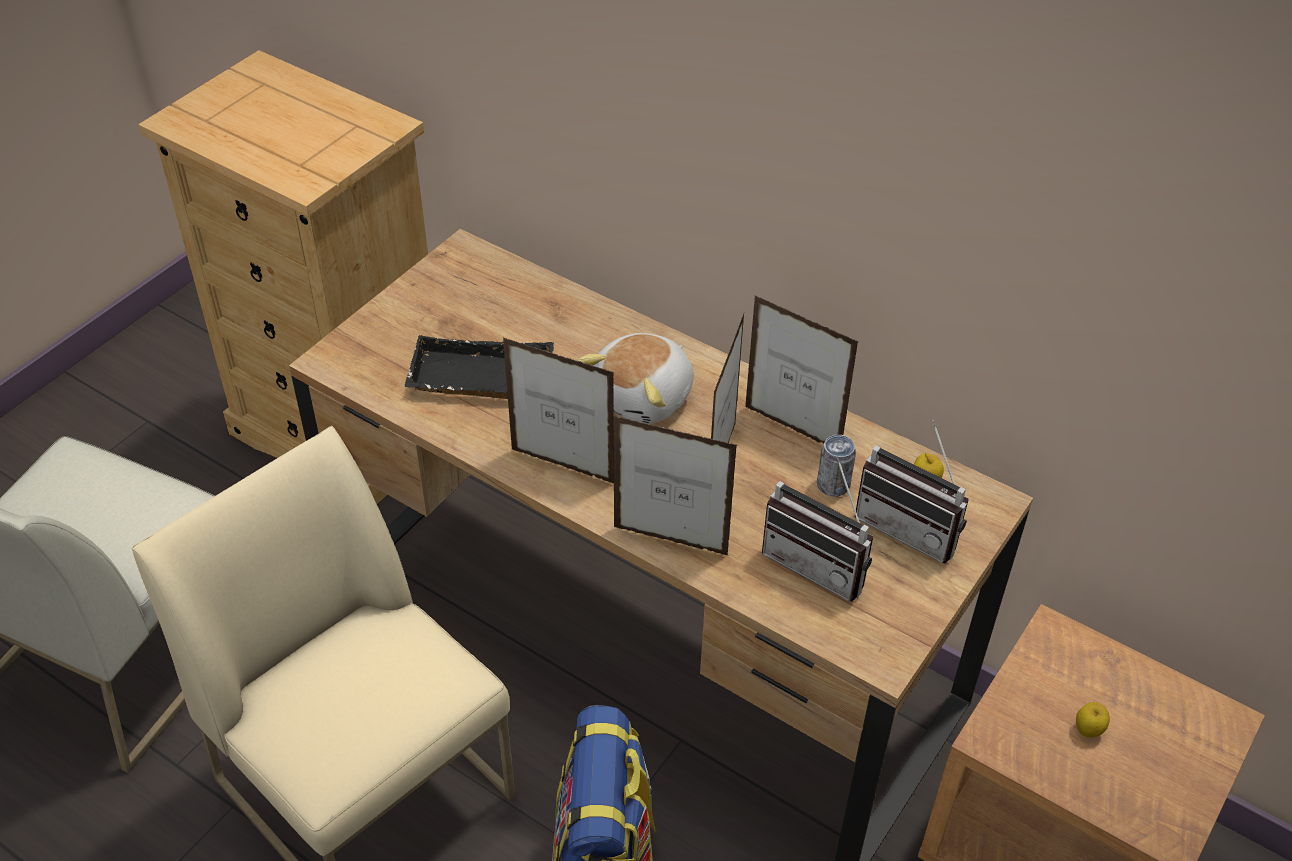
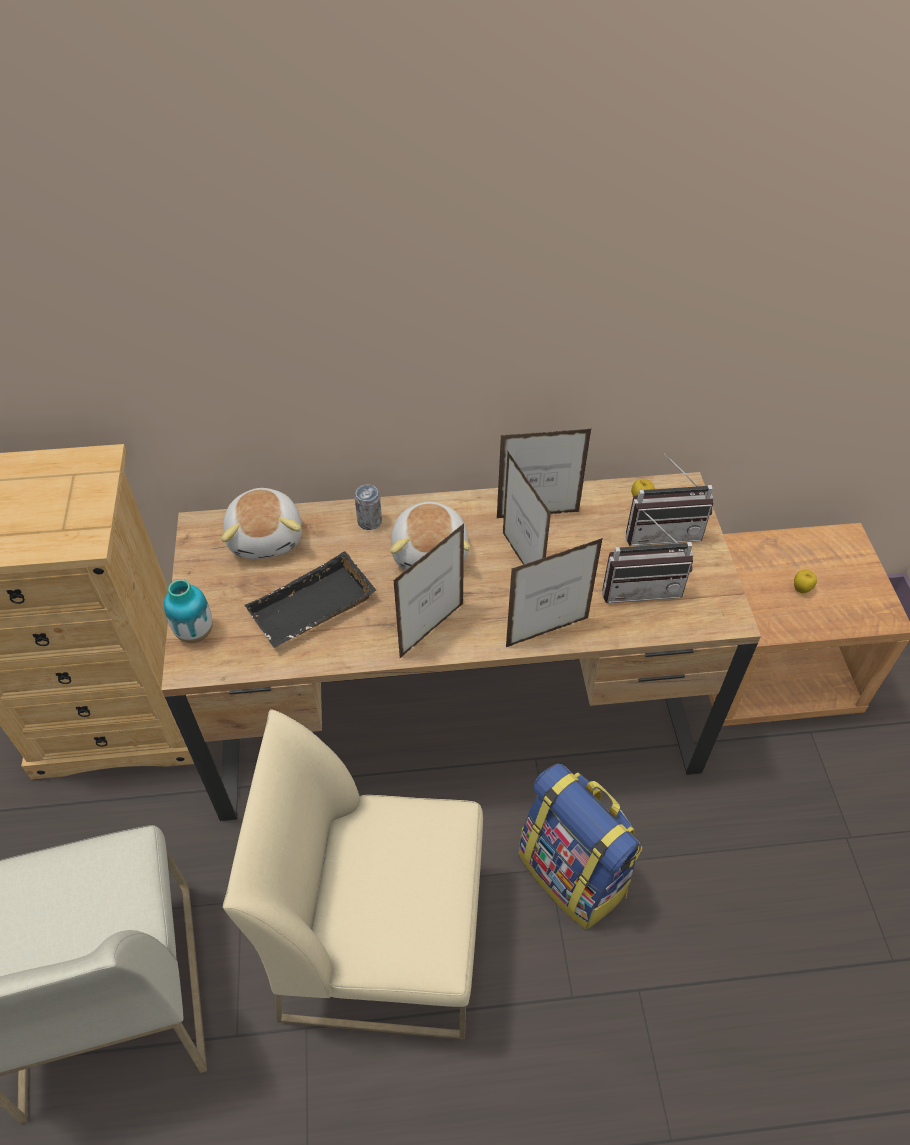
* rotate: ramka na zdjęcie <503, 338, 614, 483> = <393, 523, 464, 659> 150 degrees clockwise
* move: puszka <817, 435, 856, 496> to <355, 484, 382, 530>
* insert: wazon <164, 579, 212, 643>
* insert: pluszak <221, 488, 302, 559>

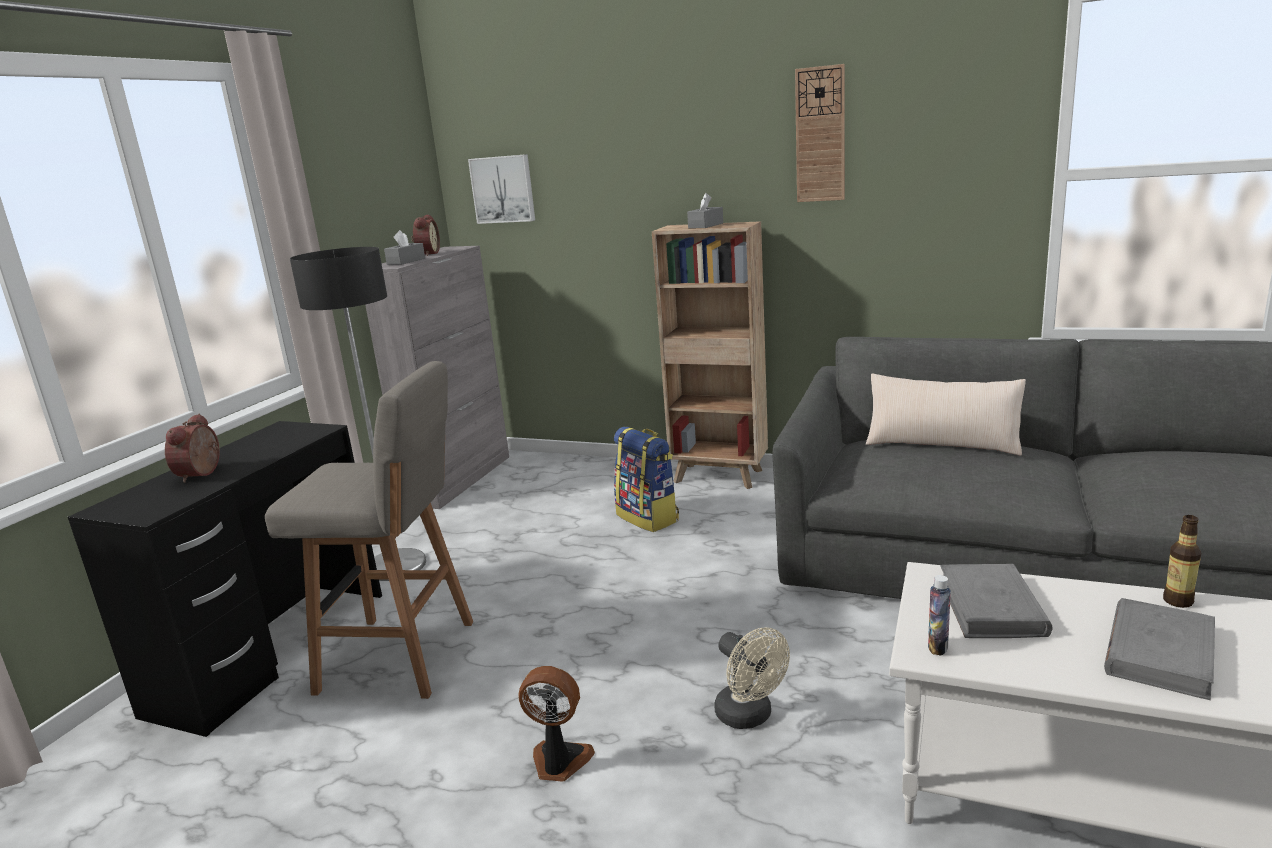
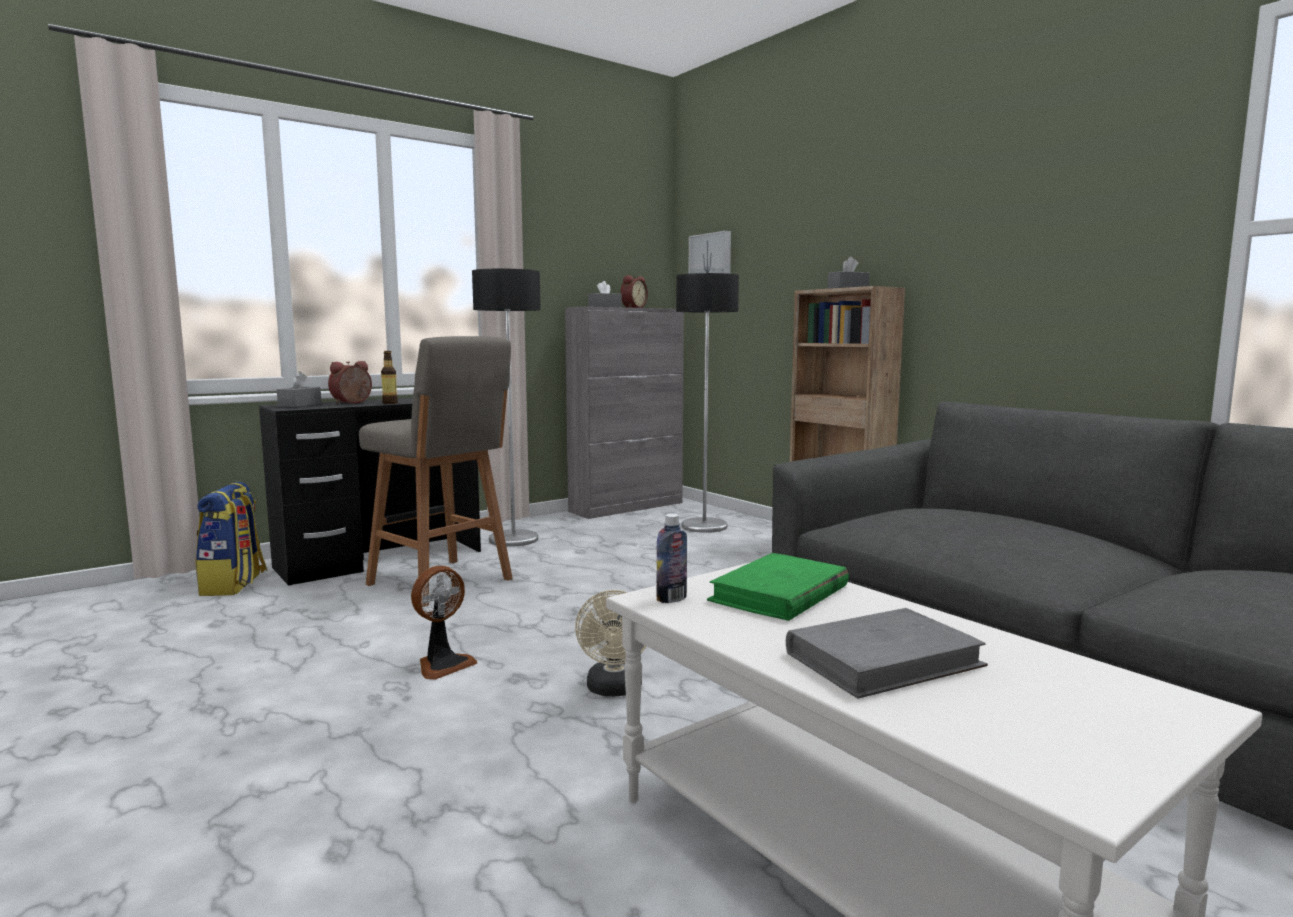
* rotate: wentylator <519, 666, 595, 782> = <411, 566, 477, 680> 90 degrees clockwise
* move: plecak <614, 427, 679, 532> to <195, 482, 268, 596>
* delete: zegar ścienny <795, 64, 845, 202>
* delete: poduszka [beżowy] <866, 374, 1026, 456>
* recolor: książka [szary] <940, 564, 1053, 638> to książka [zielony] <707, 553, 849, 621>
* move: butelka <1163, 515, 1202, 608> to <381, 351, 398, 404>
* insert: pudełko chusteczek [szary] <277, 371, 322, 407>
* insert: lampa stojąca <676, 273, 739, 533>

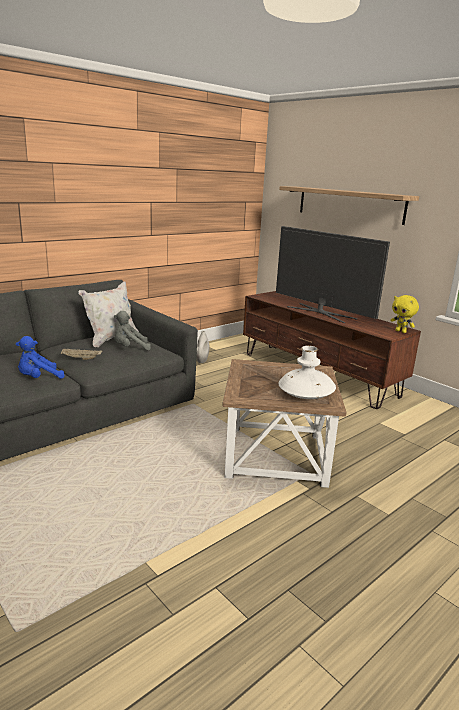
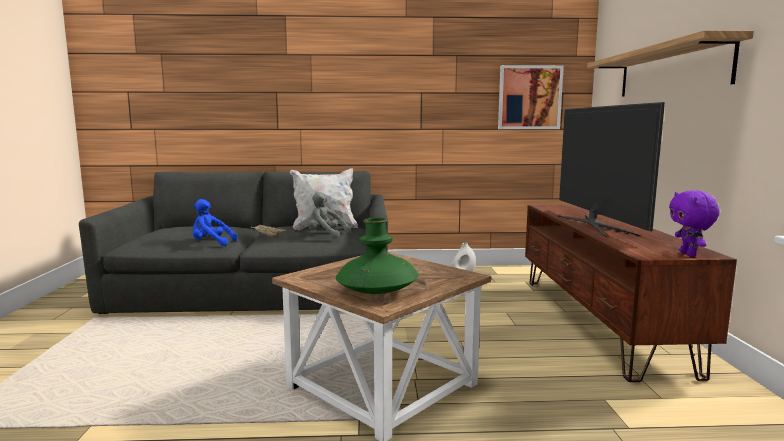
* recolor: wazon [biały] <278, 346, 336, 399> to wazon [zielony] <336, 218, 419, 294>
* recolor: pluszak [żółty] <391, 295, 419, 333> to pluszak [fioletowy] <669, 190, 719, 257>
* insert: obraz <498, 65, 564, 129>

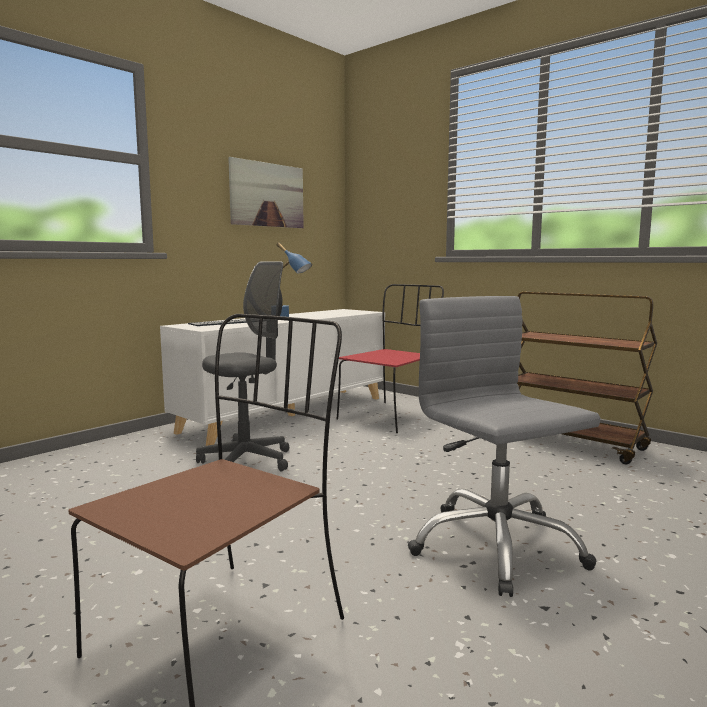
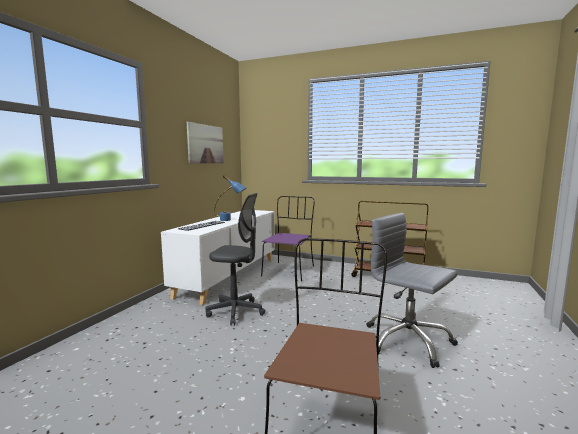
* rotate: krzesło biurowe [szary] <196, 261, 289, 471> = <205, 193, 265, 326> 75 degrees clockwise
* recolor: krzesło [czerwony] <337, 284, 444, 433> to krzesło [fioletowy] <261, 196, 315, 282>

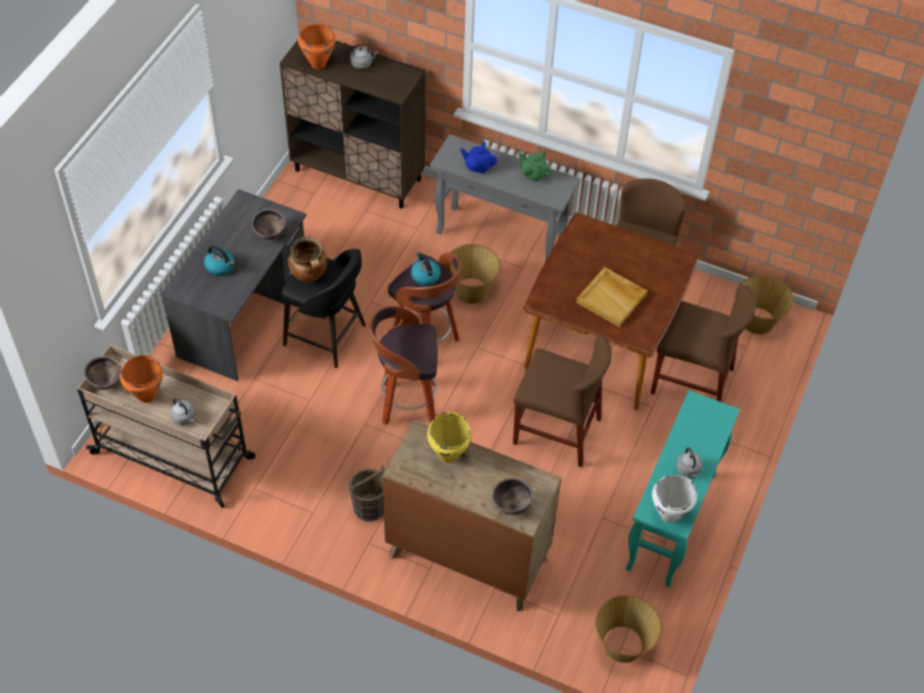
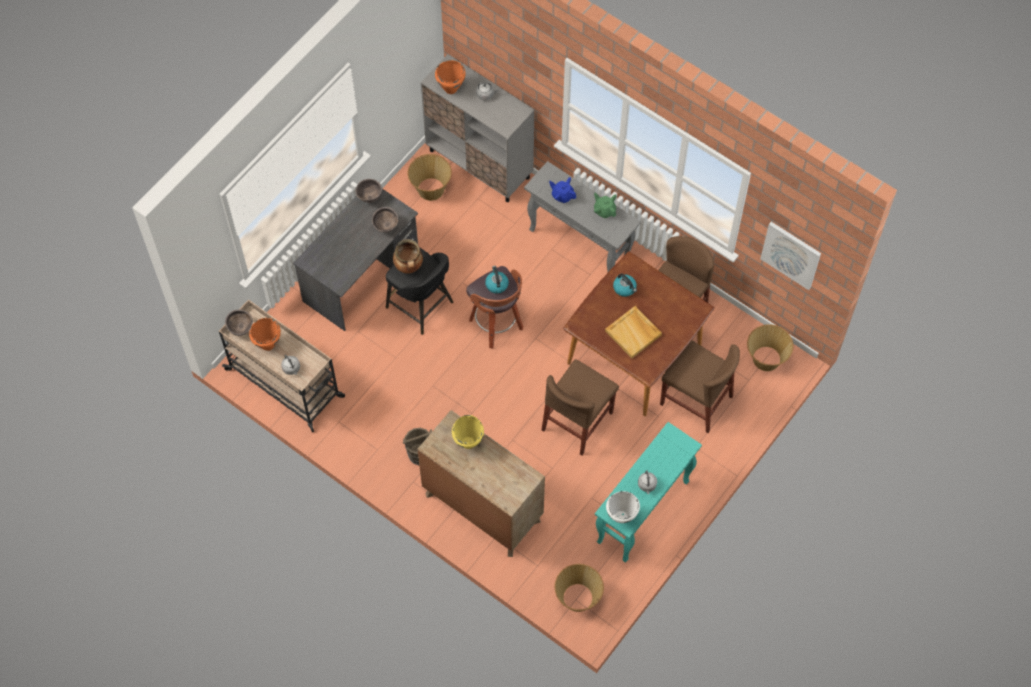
* move: czajnik <204, 245, 234, 276> to <613, 273, 637, 297>
* recolor: szafka [brązowy] <280, 40, 425, 209> to szafka [szary] <421, 54, 535, 202>
* delete: stołek <369, 306, 438, 425>
* move: koszyk <450, 244, 501, 304> to <408, 154, 452, 201>
* move: miska [brązowy] <492, 478, 534, 515> to <355, 179, 382, 203>
* rotate: krzesło [brązowy] <513, 336, 612, 467> = <542, 359, 619, 455> 90 degrees clockwise
* insert: obraz <760, 222, 821, 290>

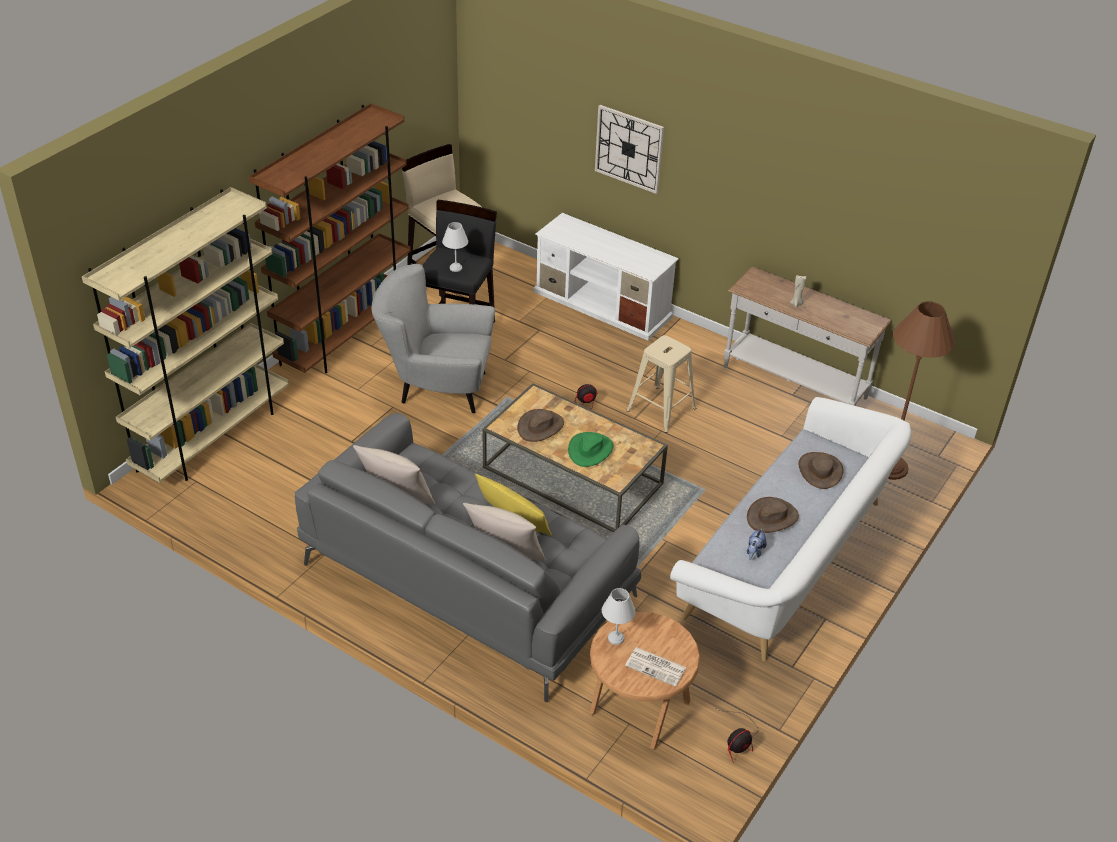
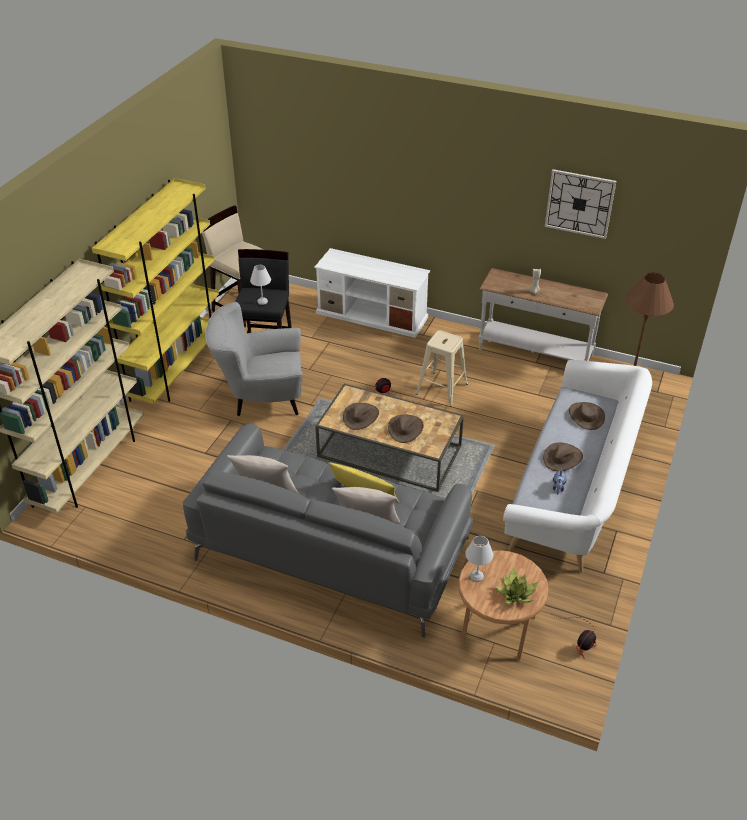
* recolor: regał [brązowy] <248, 103, 411, 373> to regał [żółty] <92, 178, 219, 404>
* recolor: kapelusz [zielony] <568, 432, 614, 467> to kapelusz [brązowy] <388, 414, 424, 443>
* move: zegar ścienny <595, 105, 664, 194> to <545, 169, 616, 239>
* replace: gazeta <625, 647, 687, 687> to roślina doniczkowa <495, 568, 538, 604>

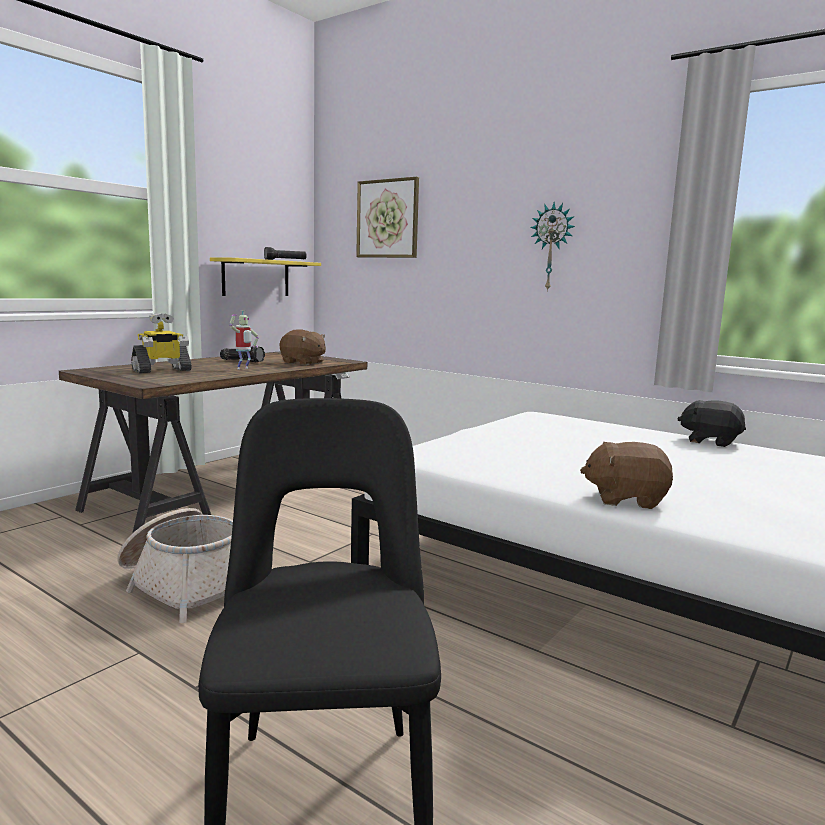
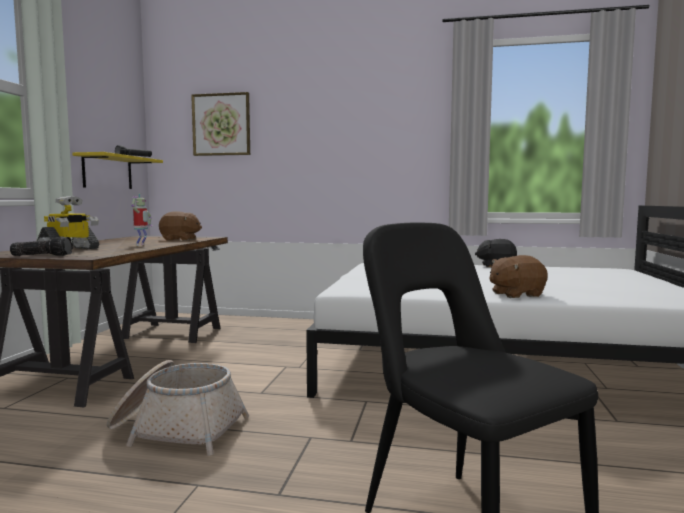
* move: latarka <220, 346, 265, 362> to <10, 236, 73, 256>
* delete: zegar ścienny <530, 202, 575, 292>

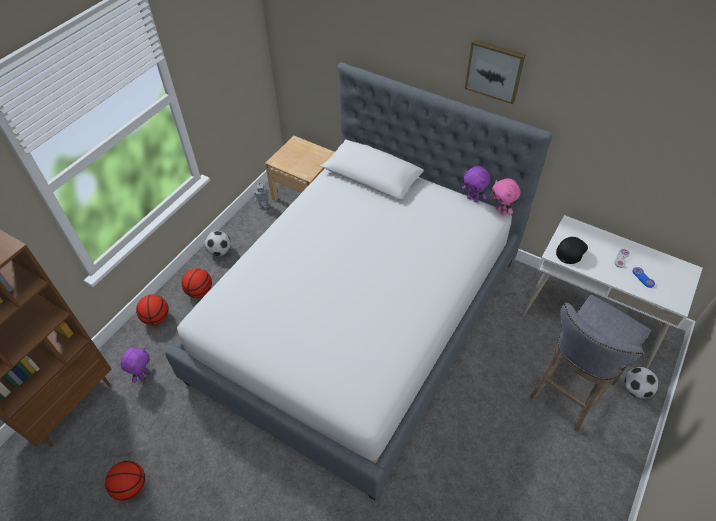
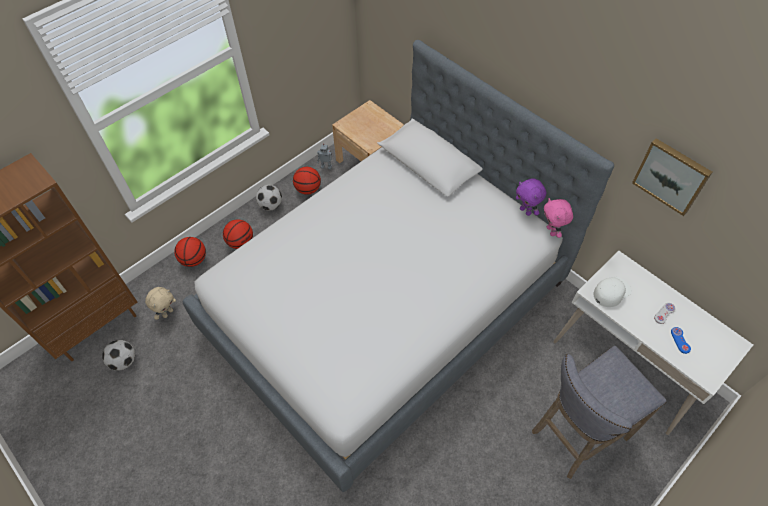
* move: piłka do koszykówki <105, 461, 145, 501> to <293, 167, 321, 195>
* recolor: pluszak [fioletowy] <121, 348, 150, 383> to pluszak [beżowy] <145, 287, 176, 320>
* move: obraz <465, 39, 526, 104> to <632, 138, 712, 216>
* recolor: czapka z daszkiem [czarny] <556, 237, 588, 264> to czapka z daszkiem [biały] <593, 277, 632, 307>
* move: piłka futbolowa <625, 367, 659, 398> to <102, 340, 135, 371>

